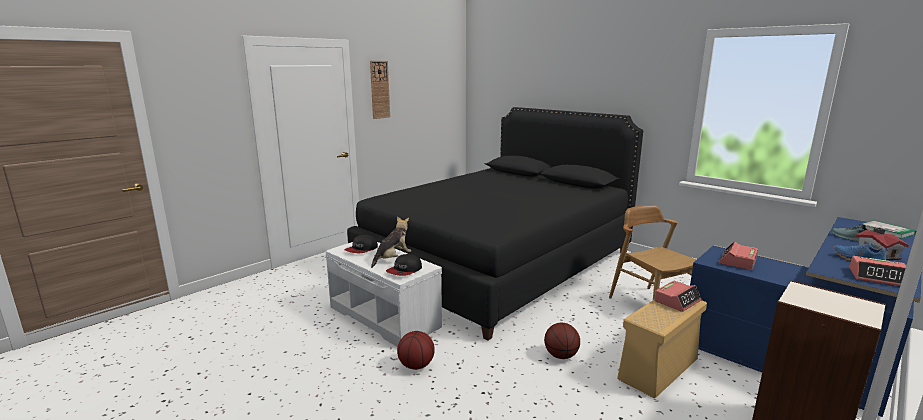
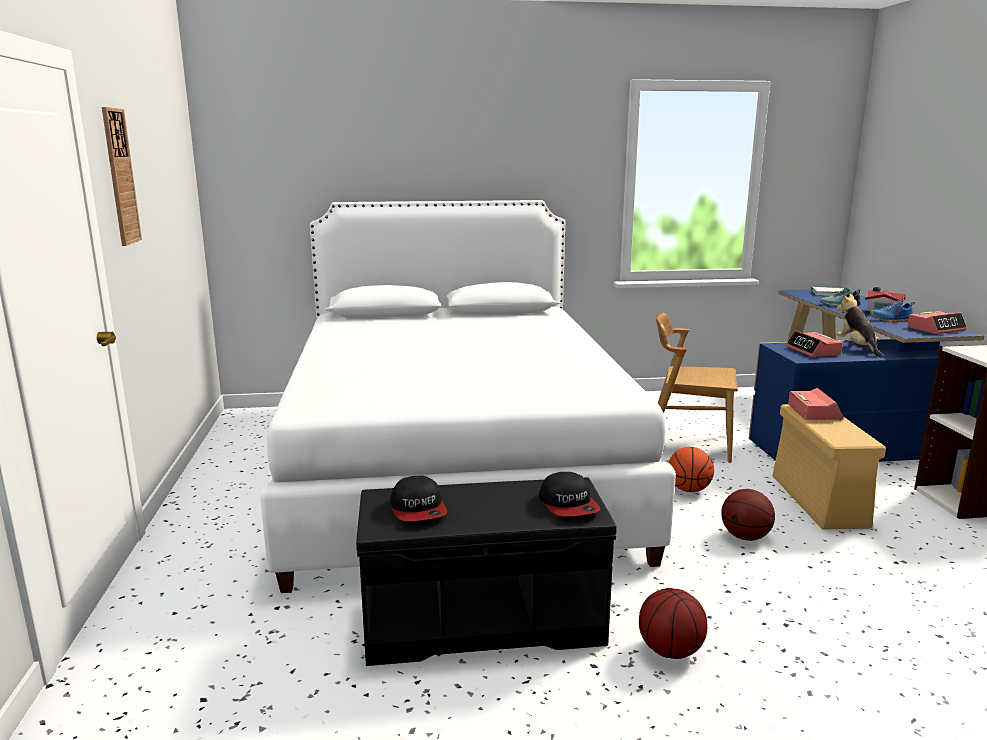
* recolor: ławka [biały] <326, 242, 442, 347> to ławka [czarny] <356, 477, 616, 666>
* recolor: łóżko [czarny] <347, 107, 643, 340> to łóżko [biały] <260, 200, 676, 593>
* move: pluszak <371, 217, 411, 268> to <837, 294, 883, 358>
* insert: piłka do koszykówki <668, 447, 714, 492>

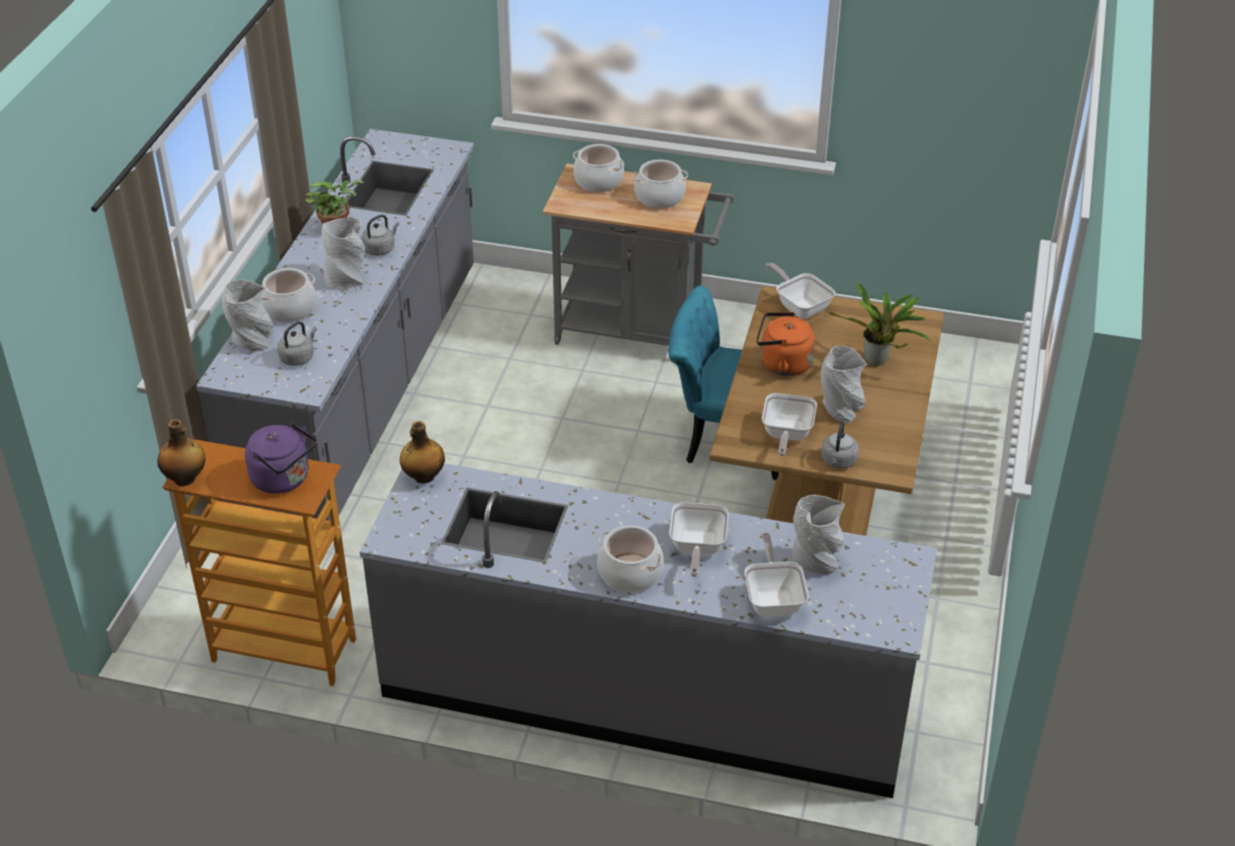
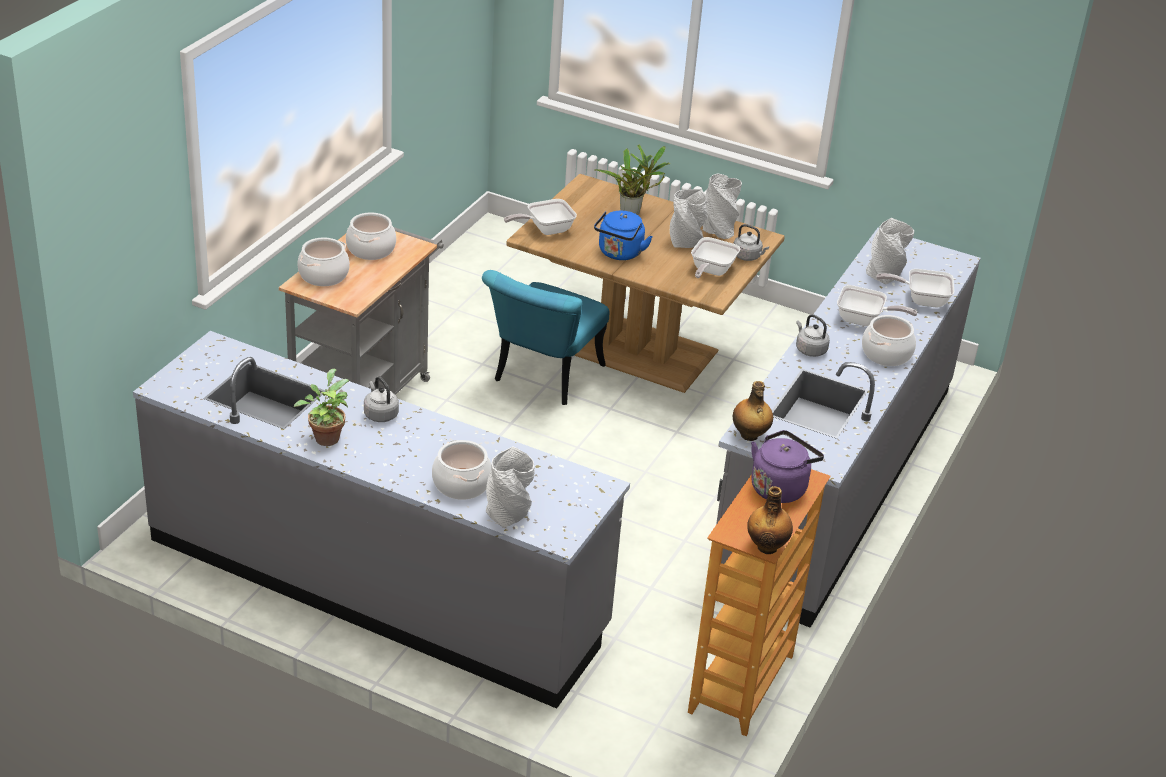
* move: czajnik [szary] <277, 321, 317, 366> to <796, 314, 830, 357>
* move: wazon [szary] <322, 217, 365, 290> to <703, 174, 742, 239>
* recolor: czajnik [pomarańczowy] <756, 312, 815, 376> to czajnik [niebieski] <594, 211, 653, 260>
* rotate: patelnia <762, 393, 817, 456> = <691, 237, 740, 278> 90 degrees clockwise

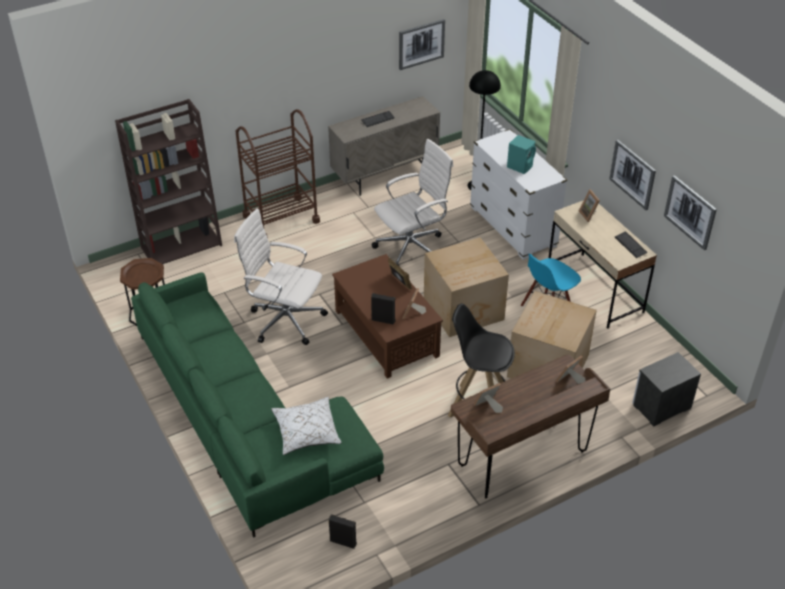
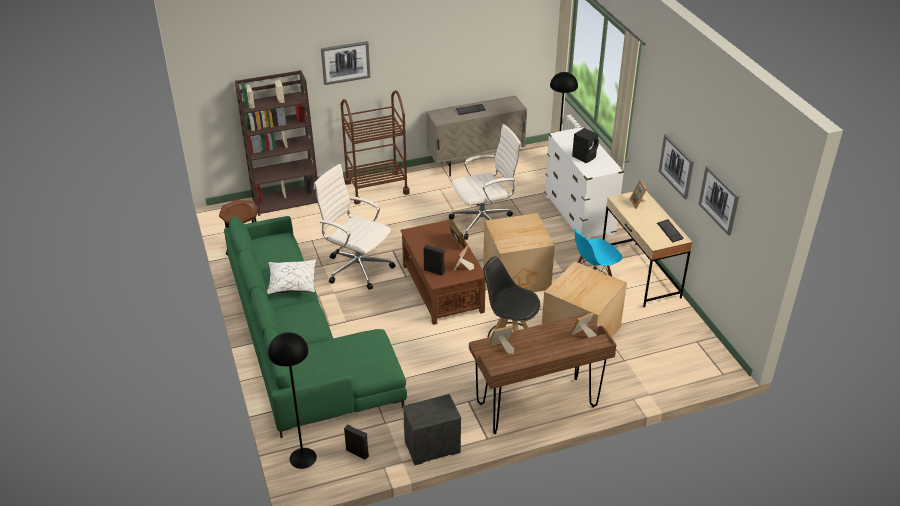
* move: poduszka [biały] <271, 397, 341, 455> to <267, 259, 317, 295>
* move: obraz <399, 19, 445, 70> to <321, 41, 370, 85>
* recolor: głośnik [turkusowy] <507, 135, 536, 174> to głośnik [czarny] <572, 128, 599, 163>
* move: szafka nocna <632, 352, 701, 427> to <402, 394, 461, 465>
* insert: lampa stojąca [czarny] <268, 332, 317, 469>

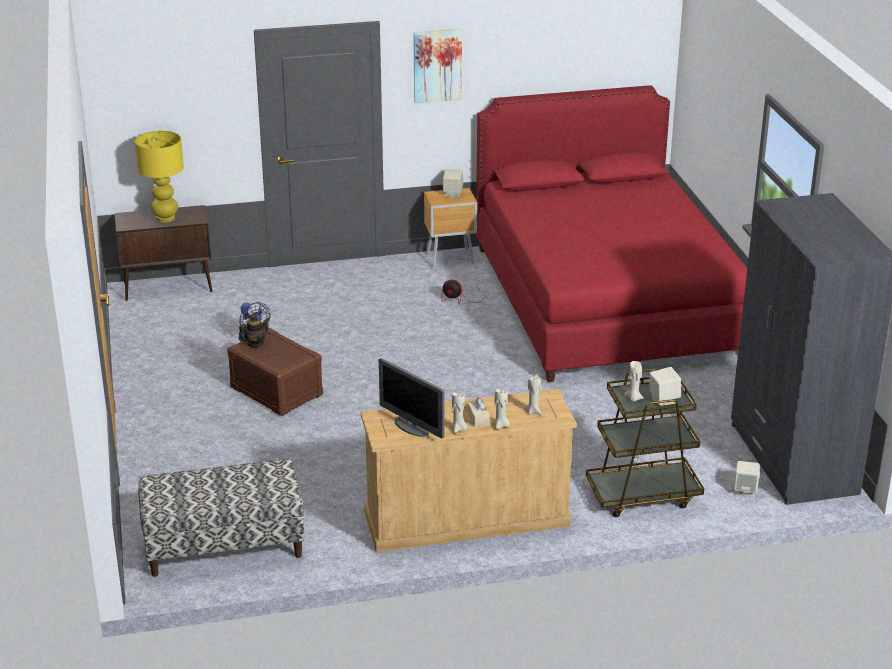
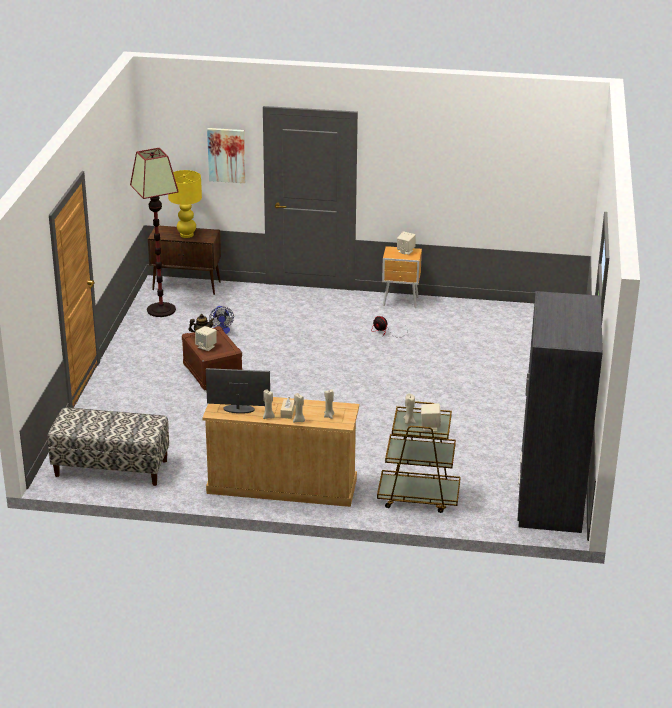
* rotate: monitor <378, 358, 444, 439> = <206, 368, 270, 414> 120 degrees clockwise
* move: obraz <413, 29, 462, 103> to <207, 128, 245, 183>
* delete: łóżko [czerwony] <476, 85, 747, 382>
* move: głośnik [beżowy] <734, 461, 760, 497> to <195, 326, 217, 351>
* insert: lampa stojąca <130, 148, 179, 317>

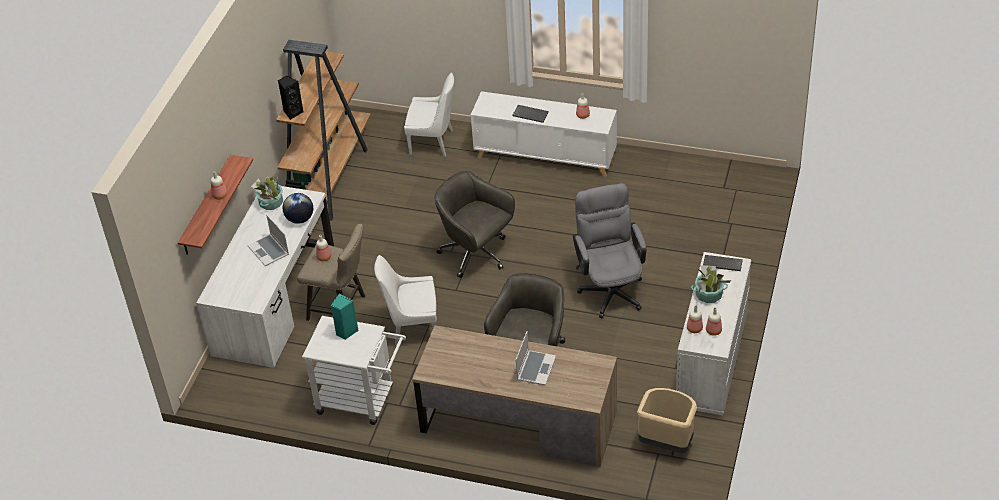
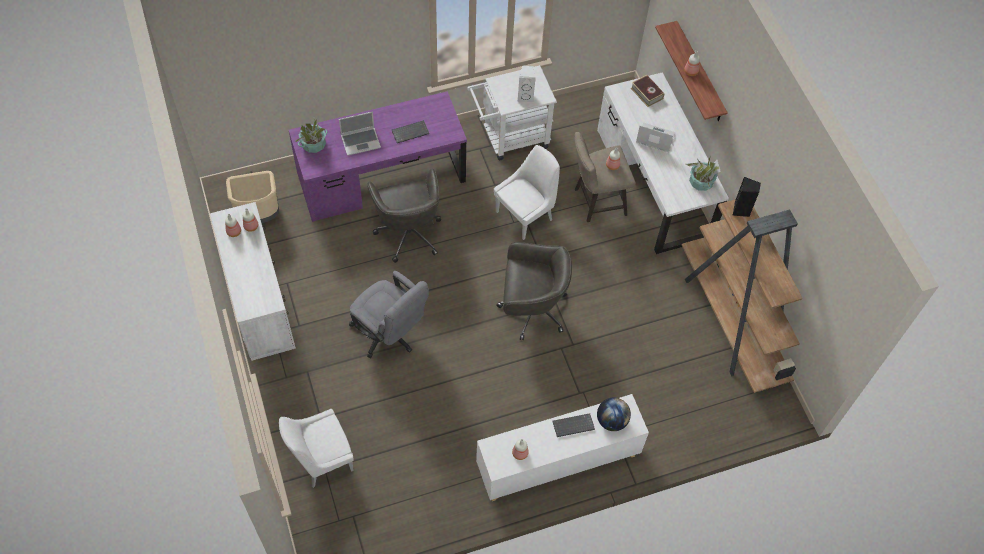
* move: globus <282, 193, 313, 224> to <597, 397, 631, 431>
* recolor: głośnik [turkusowy] <331, 294, 359, 340> to głośnik [biały] <517, 65, 536, 103>
* move: krzesło [biały] <404, 73, 454, 157> to <279, 409, 354, 488>
* recolor: biurko [brązowy] <412, 325, 617, 467> to biurko [fioletowy] <289, 91, 467, 222>
* rotate: laptop <516, 331, 556, 386> = <339, 112, 381, 156> 90 degrees counterclockwise
* move: roślina doniczkowa <691, 265, 731, 303> to <295, 118, 327, 153>
* move: klawiatura <703, 255, 743, 271> to <392, 120, 429, 143>
* insert: książka <631, 75, 664, 107>

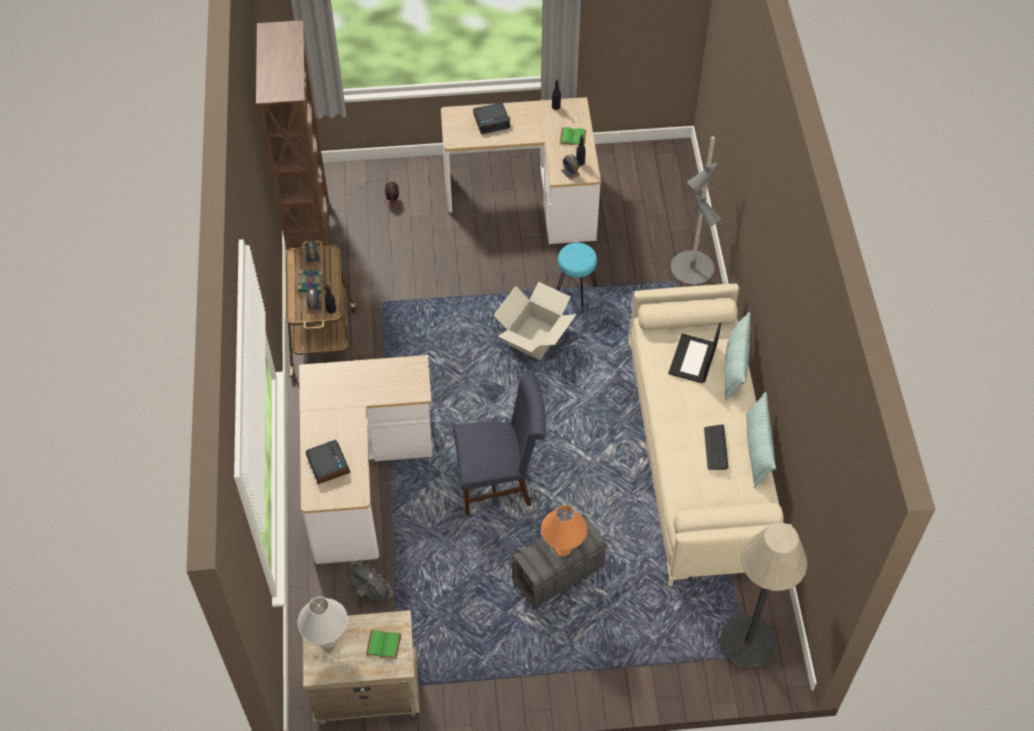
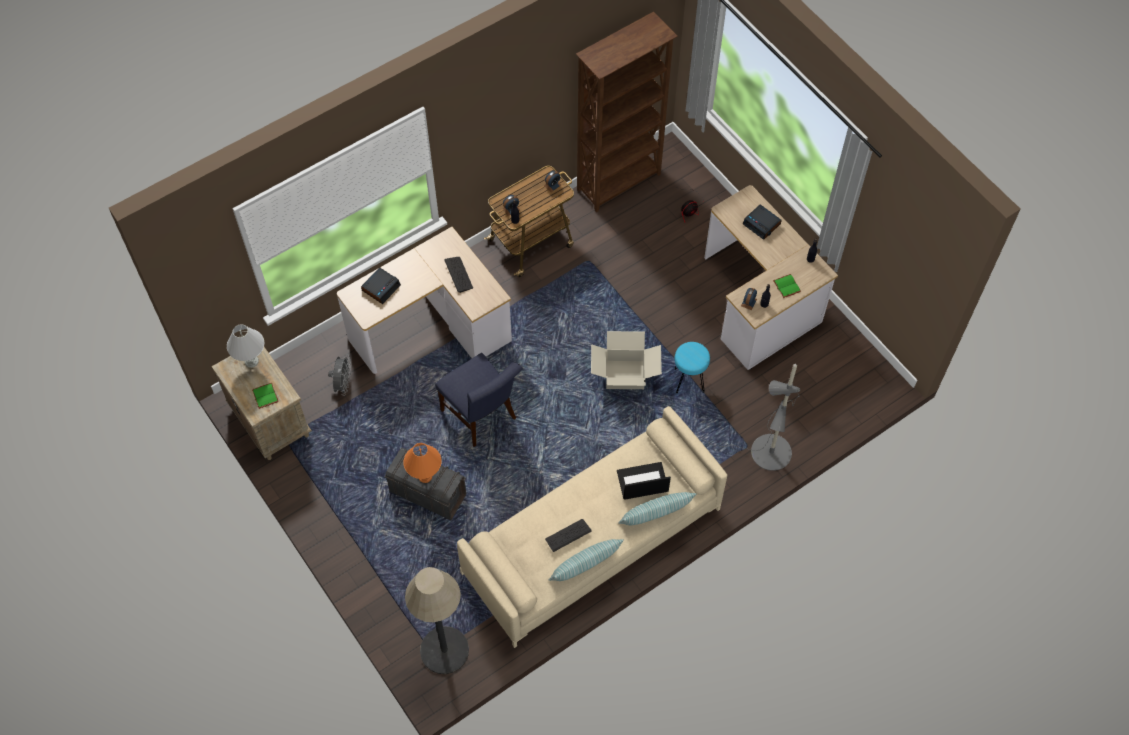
* delete: książka <297, 270, 326, 293>
* insert: klawiatura <444, 257, 473, 293>

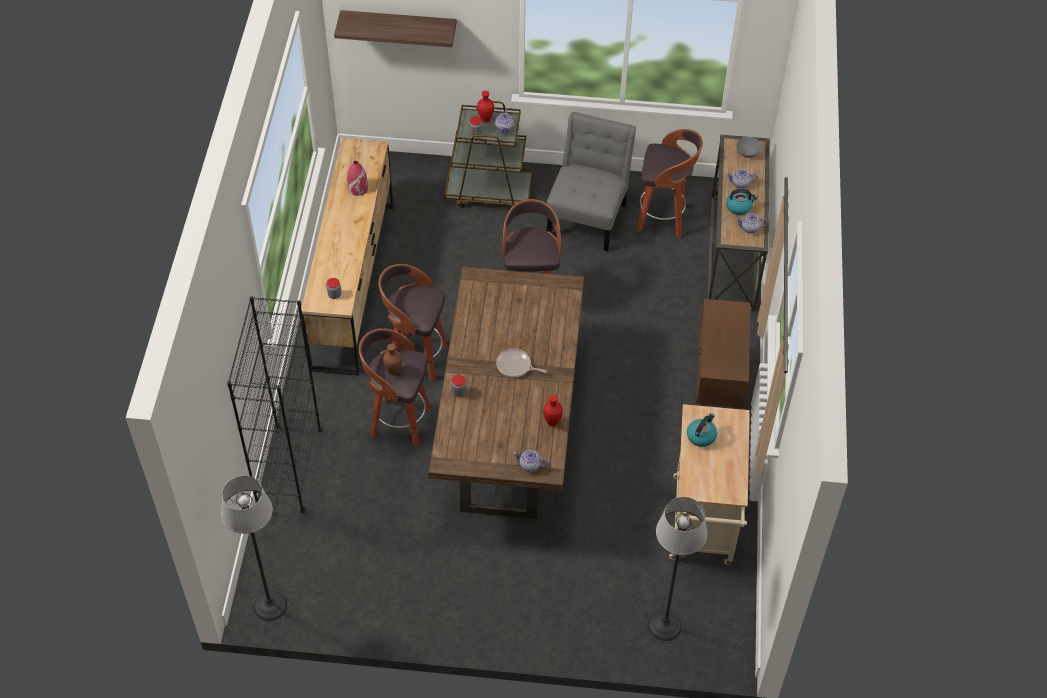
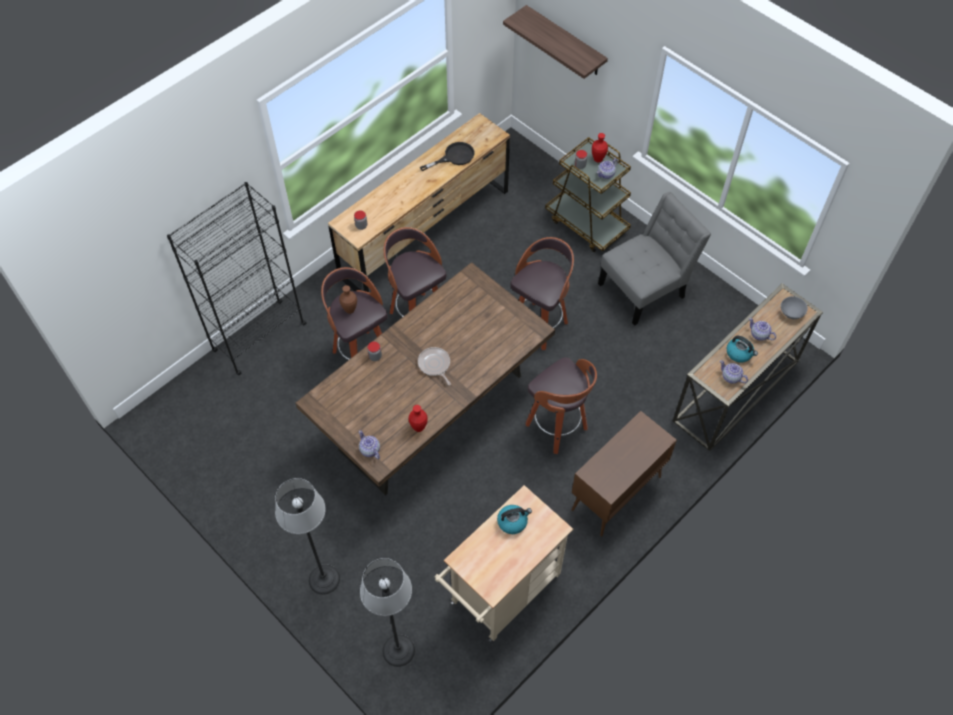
* move: lampa stojąca <221, 476, 287, 621> to <275, 478, 340, 595>
* replace: wazon [czerwony] <347, 161, 368, 196> to patelnia [czarny] <420, 142, 475, 171>
* move: stołek <636, 129, 703, 238> to <526, 357, 597, 454>

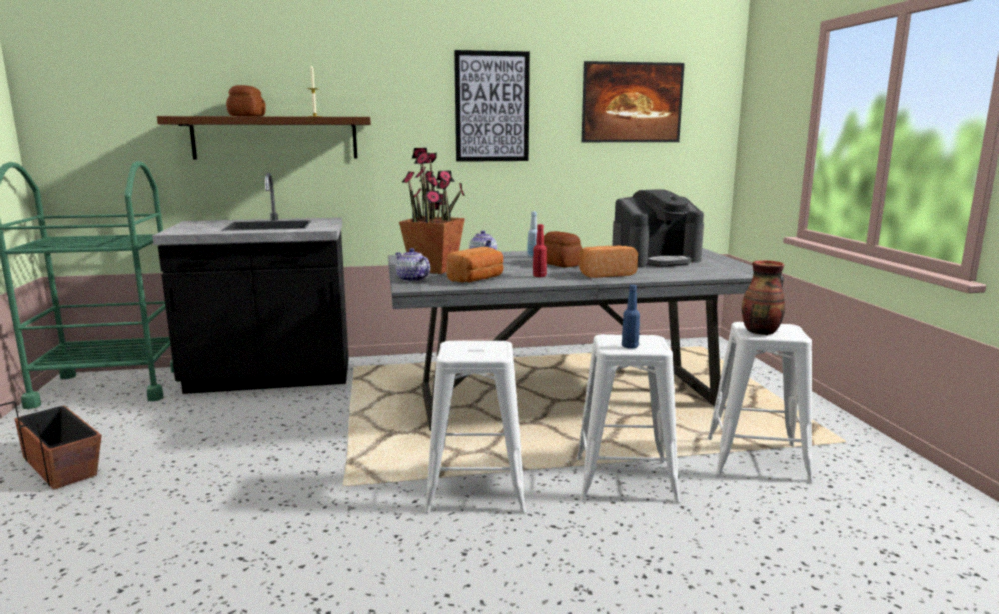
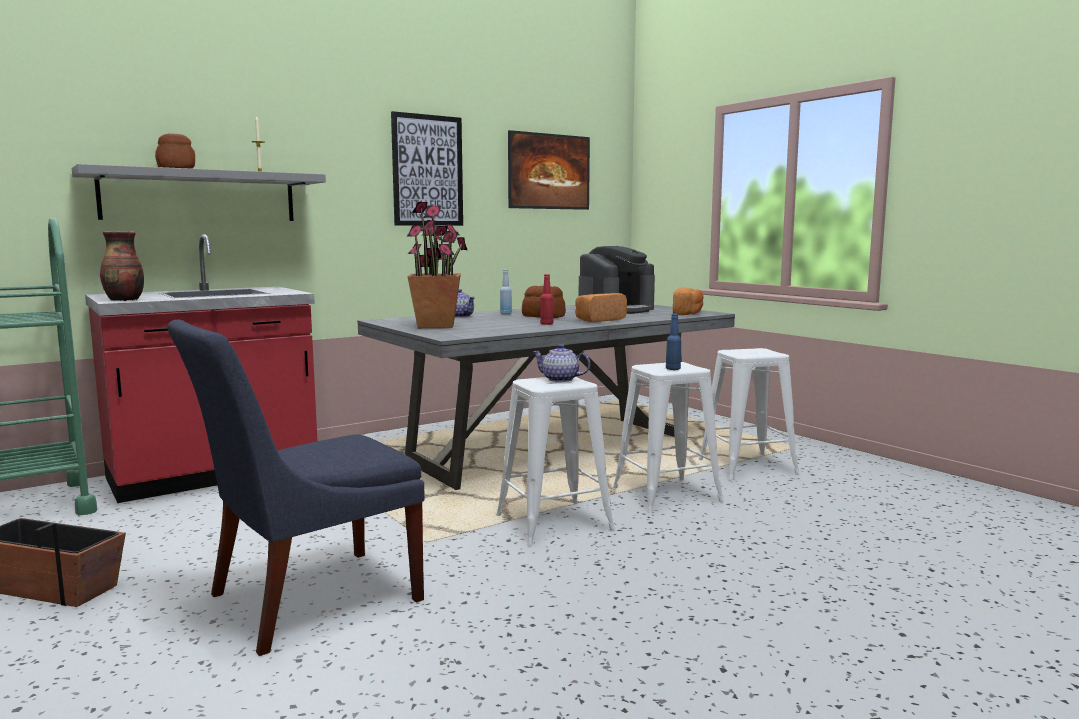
* recolor: zabudowa kuchenna [czarny] <152, 173, 349, 394> to zabudowa kuchenna [czerwony] <85, 234, 317, 503>
* recolor: półka [brązowy] <157, 116, 371, 160> to półka [szary] <72, 164, 326, 221>
* move: imbryk <395, 248, 430, 282> to <533, 344, 590, 382>
* move: chleb <446, 247, 504, 283> to <673, 288, 704, 315>
* move: wazon <742, 260, 785, 336> to <100, 231, 144, 301>
* insert: krzesło [niebieski] <167, 319, 425, 656>

